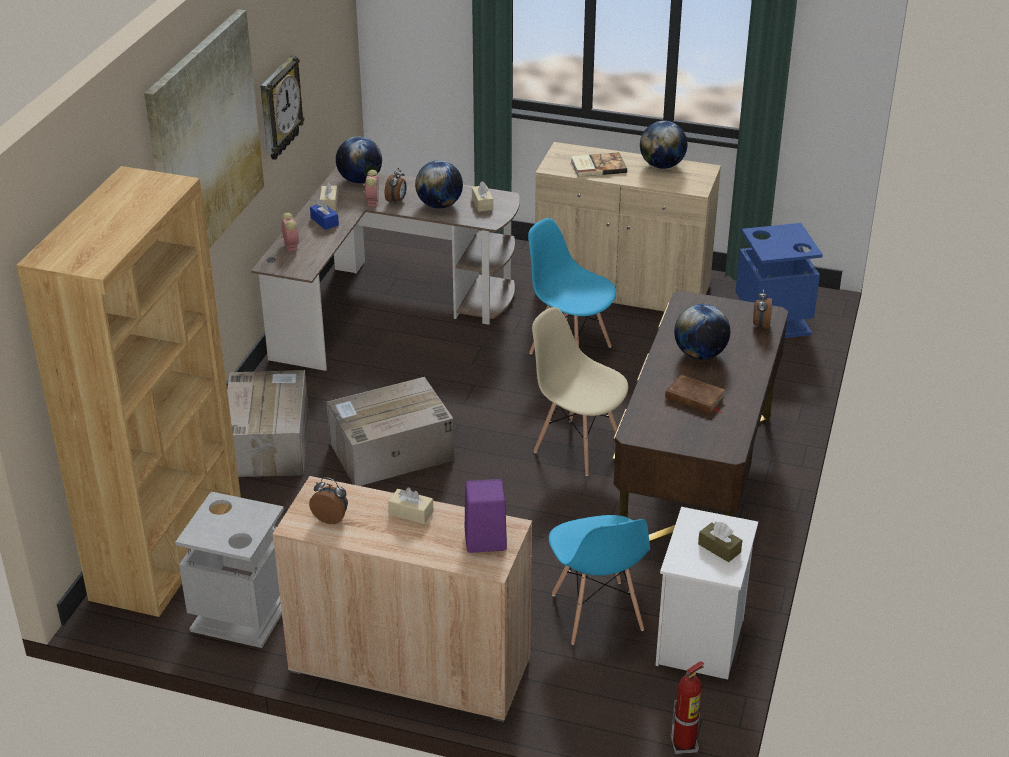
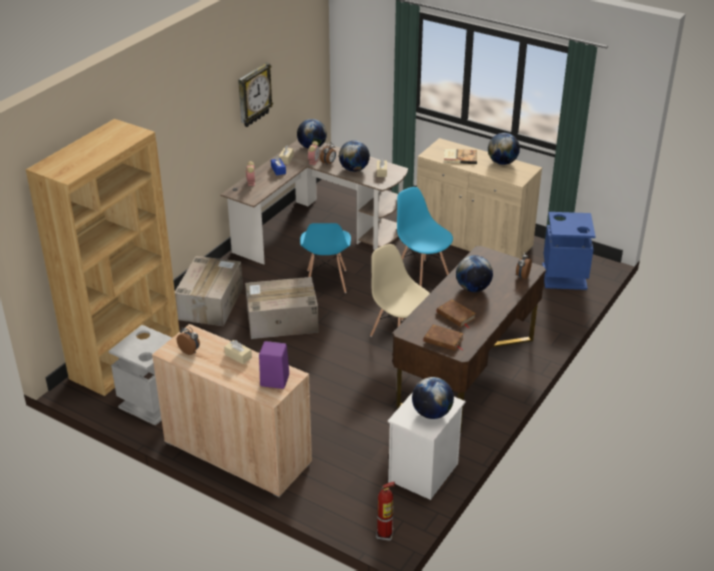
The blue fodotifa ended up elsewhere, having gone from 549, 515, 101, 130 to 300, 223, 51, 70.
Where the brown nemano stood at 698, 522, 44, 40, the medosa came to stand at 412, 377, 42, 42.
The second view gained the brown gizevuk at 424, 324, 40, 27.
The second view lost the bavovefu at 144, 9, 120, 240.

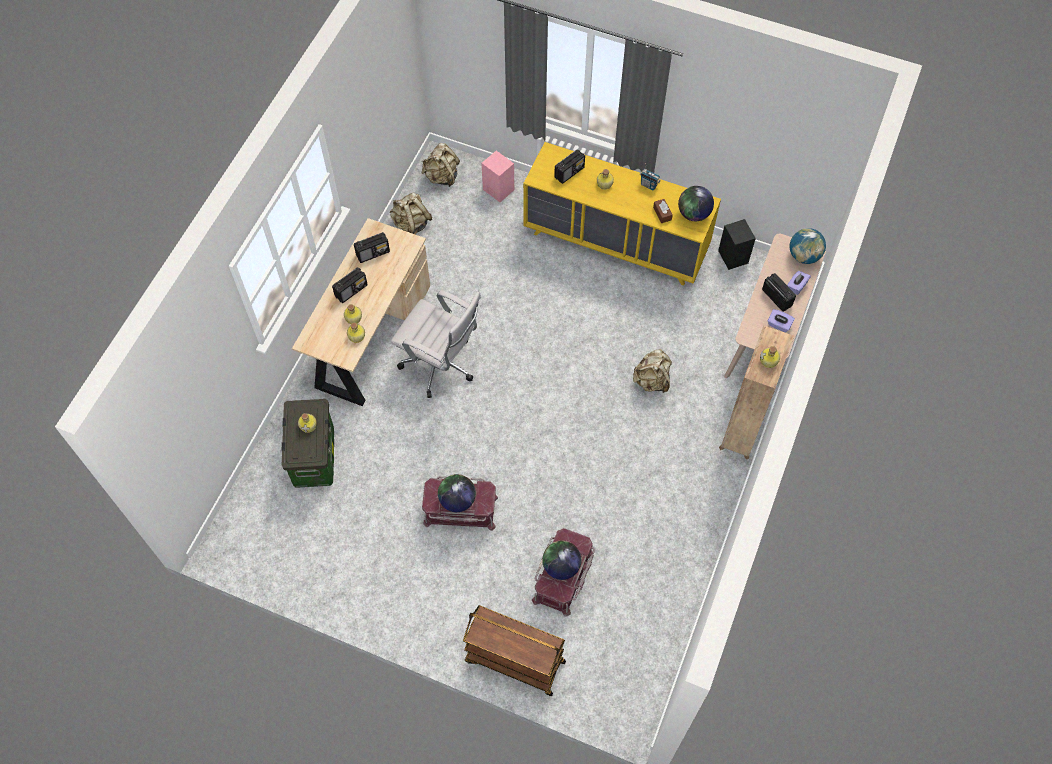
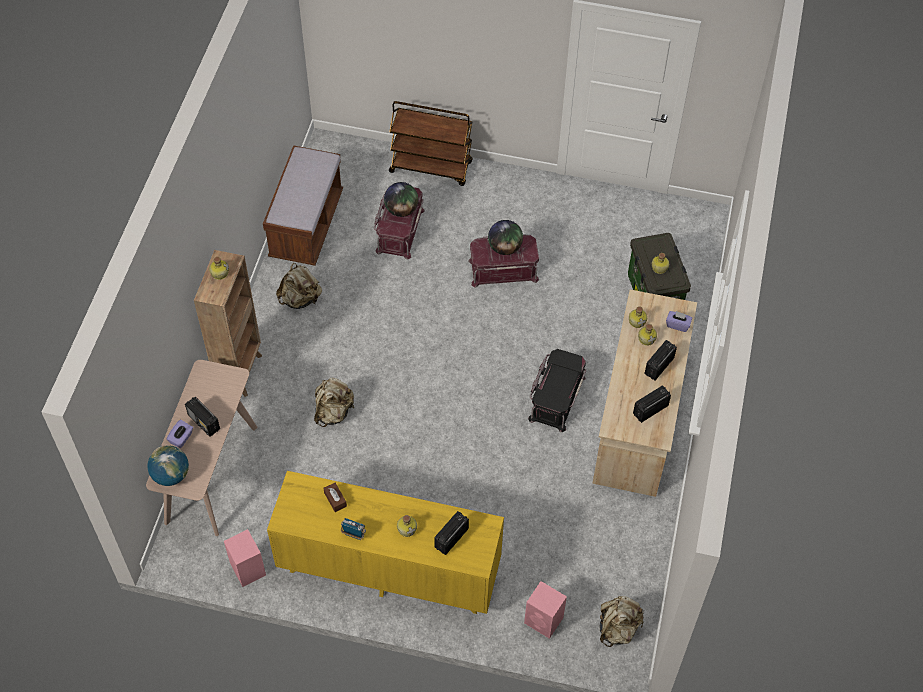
What was the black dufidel at 718, 219, 38, 51 turned into the pink dufidel at 224, 529, 42, 58.
The second view gained the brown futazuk at 263, 145, 80, 121.
The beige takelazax ended up elsewhere, having gone from 390, 192, 42, 43 to 276, 263, 46, 46.
Where the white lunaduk stood at 391, 290, 90, 108, the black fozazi came to stand at 528, 349, 58, 83.
The purple nemano ended up elsewhere, having gone from 768, 309, 27, 23 to 666, 311, 26, 21.
The second view lost the medosa at 678, 186, 36, 35.

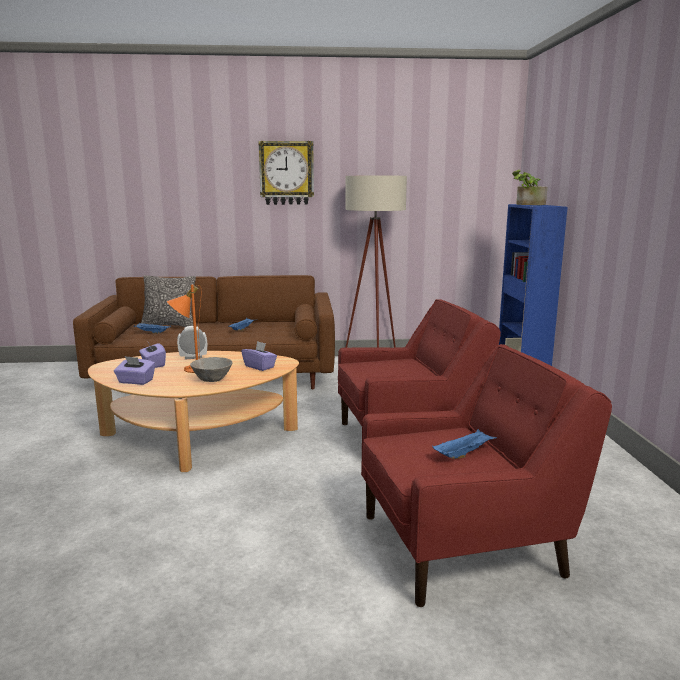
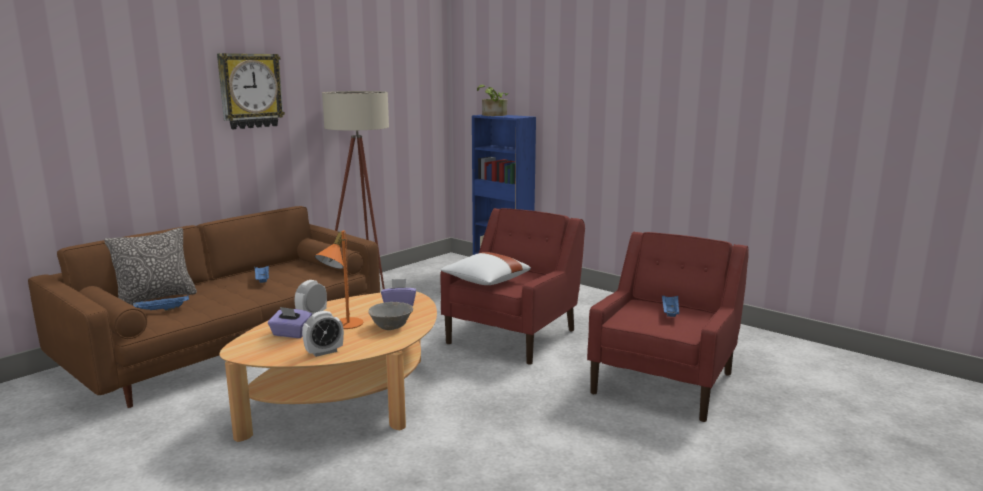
Where the purple nemano stood at 114, 356, 41, 29, the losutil came to stand at 302, 311, 42, 46.
The second view gained the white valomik at 440, 252, 91, 33.

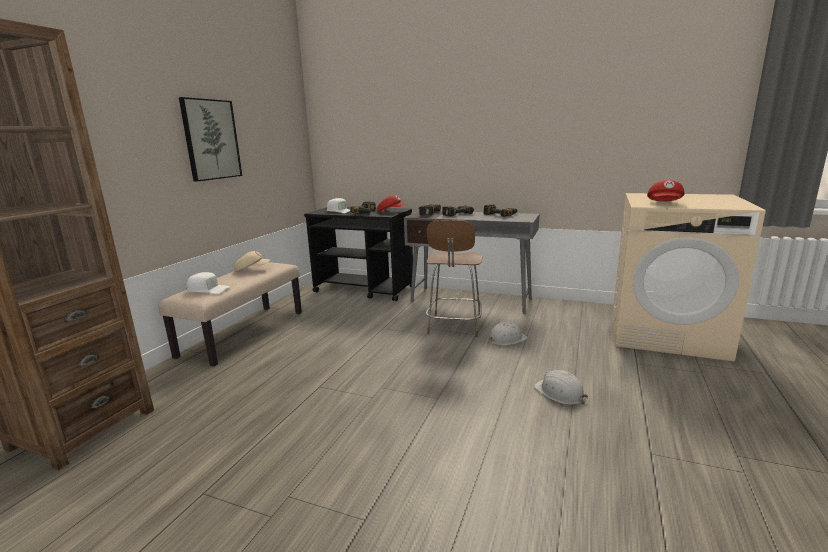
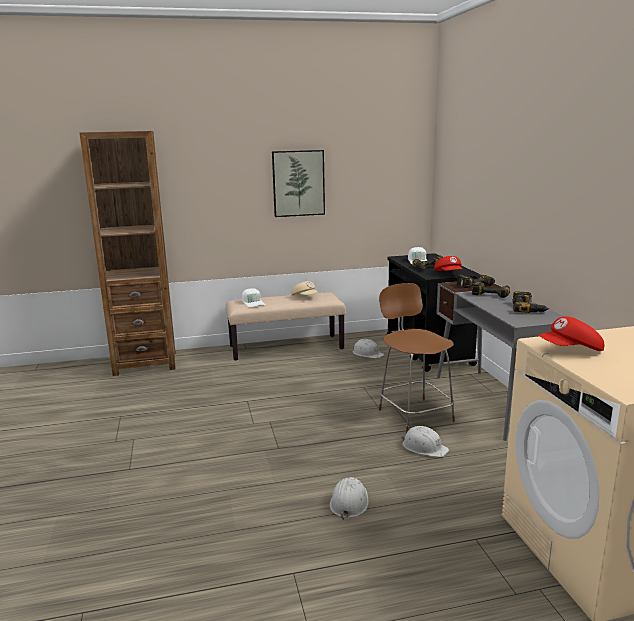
The second view gained the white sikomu at 352, 339, 32, 19.
The brown fodotifa at 426, 220, 56, 117 ended up facing another way, 90 degrees clockwise from before.

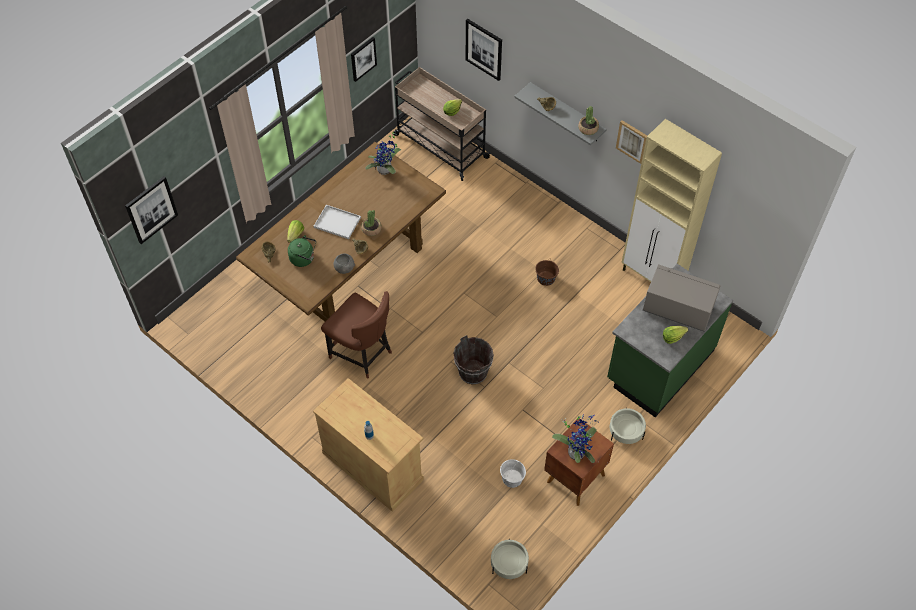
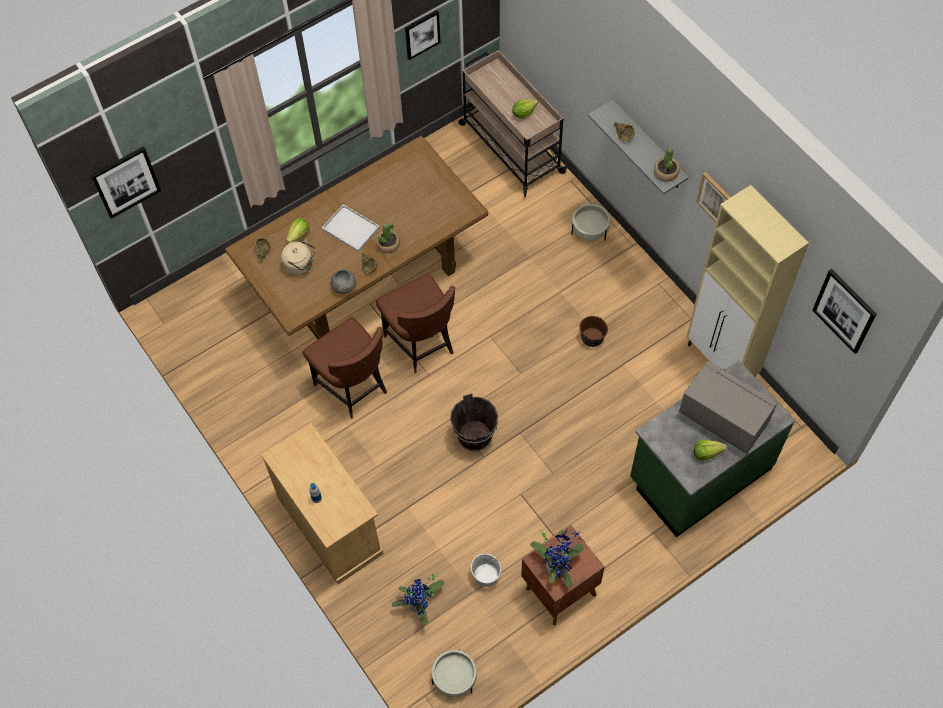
What was the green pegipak at 288, 235, 28, 32 turned into the beige pegipak at 281, 239, 35, 37.
The second view gained the brown fodotifa at 376, 274, 79, 99.
The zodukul ended up elsewhere, having gone from 365, 132, 36, 43 to 392, 573, 53, 52.
The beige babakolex ended up elsewhere, having gone from 610, 407, 36, 37 to 571, 203, 39, 38.
The bavovefu ended up elsewhere, having gone from 466, 19, 36, 62 to 812, 269, 65, 85.

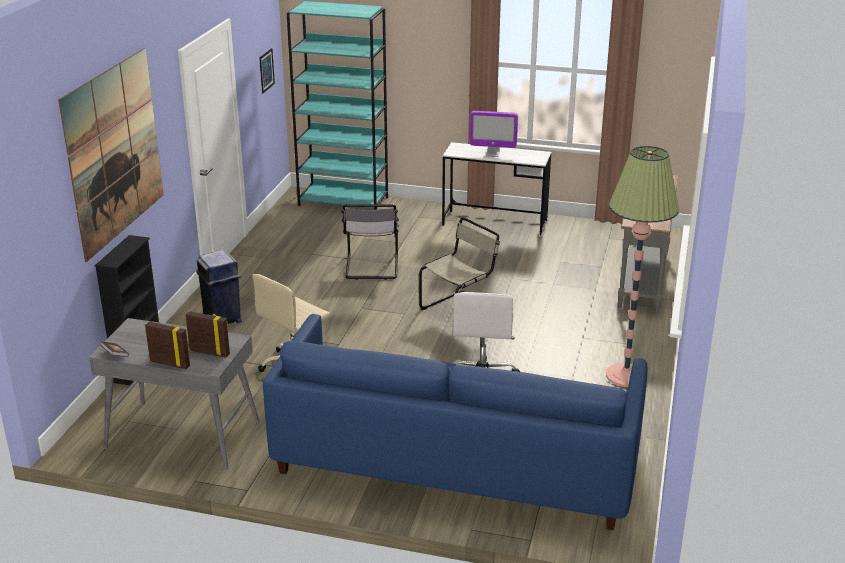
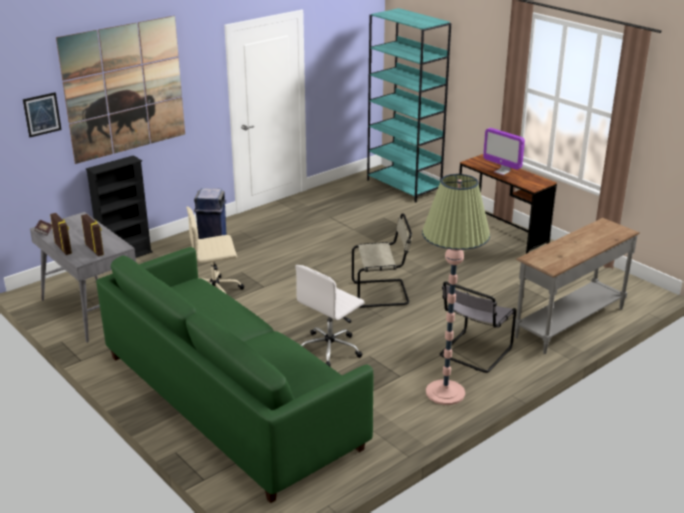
The bavovefu ended up elsewhere, having gone from 259, 48, 16, 46 to 23, 92, 39, 46.
What was the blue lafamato at 263, 314, 385, 216 turned into the green lafamato at 96, 247, 277, 256.
The grey fodotifa ended up elsewhere, having gone from 341, 204, 58, 75 to 440, 282, 76, 91.
What was the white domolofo at 442, 142, 109, 95 turned into the brown domolofo at 459, 154, 98, 100.

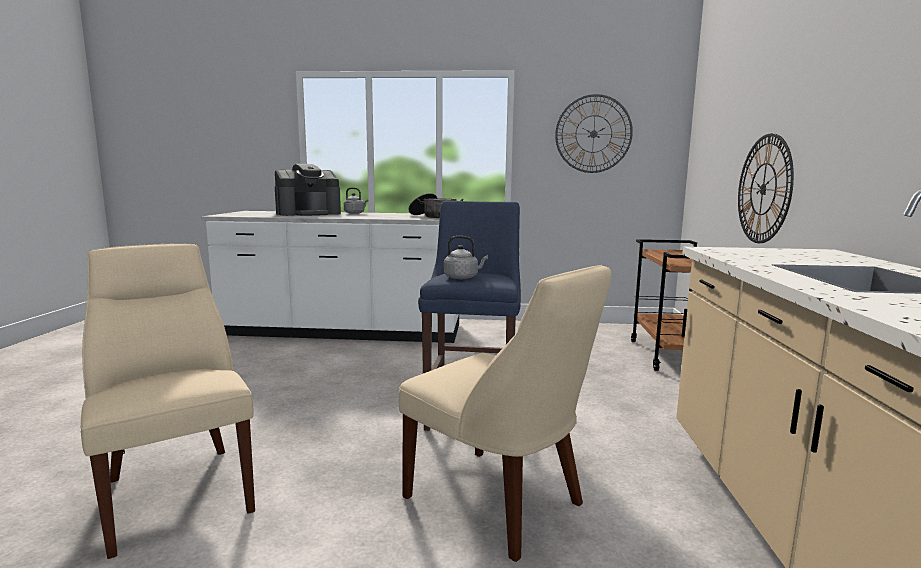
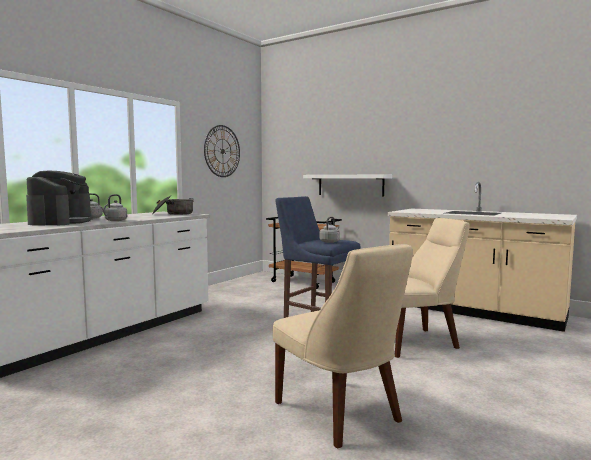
The second view gained the grey pegipak at 101, 194, 26, 27.
The beige fodotifa at 81, 243, 174, 316 ended up facing another way, 120 degrees counterclockwise from before.
Where the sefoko hung at 738, 133, 56, 110, the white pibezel came to hang at 303, 174, 89, 23.

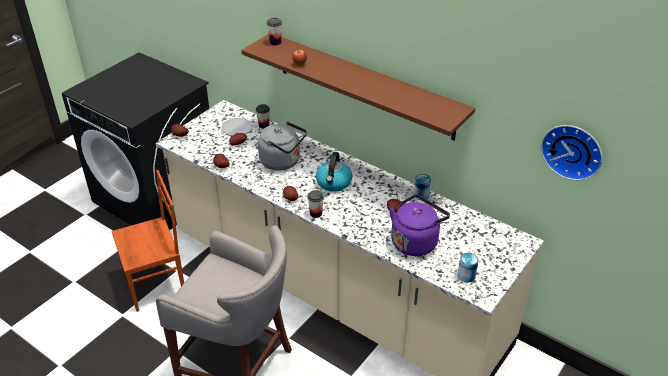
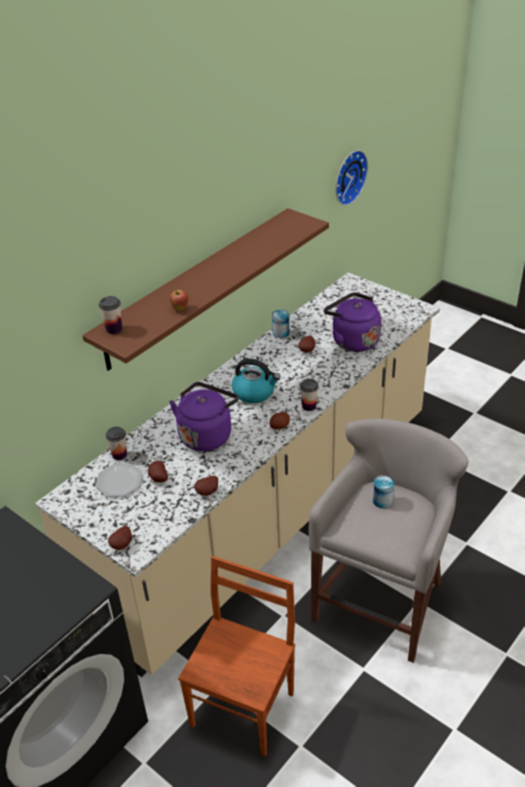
What was the grey pegipak at 258, 121, 49, 50 turned into the purple pegipak at 169, 382, 70, 69.
The brown fodotifa at 112, 170, 72, 142 ended up facing another way, 45 degrees clockwise from before.
The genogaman ended up elsewhere, having gone from 457, 253, 22, 30 to 373, 475, 21, 33.

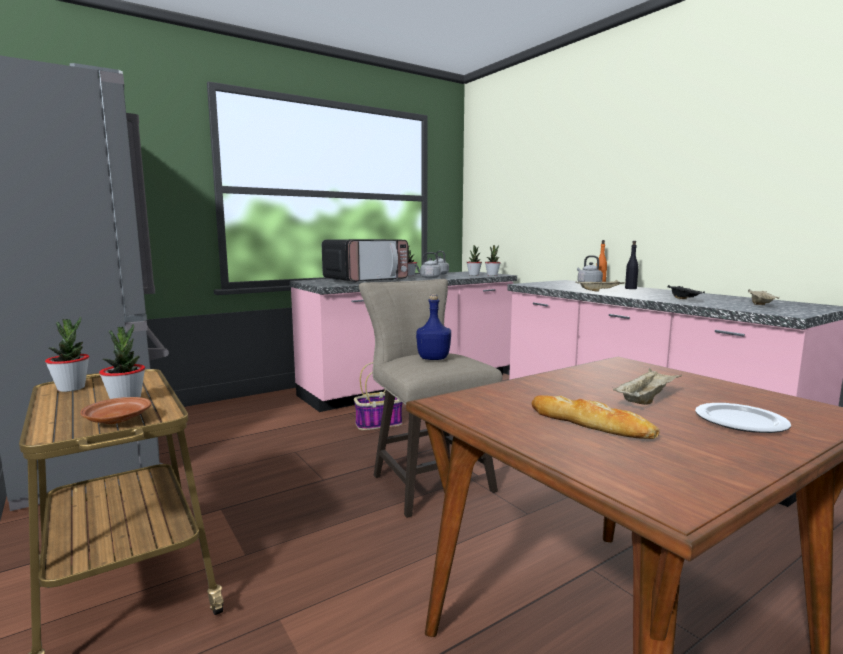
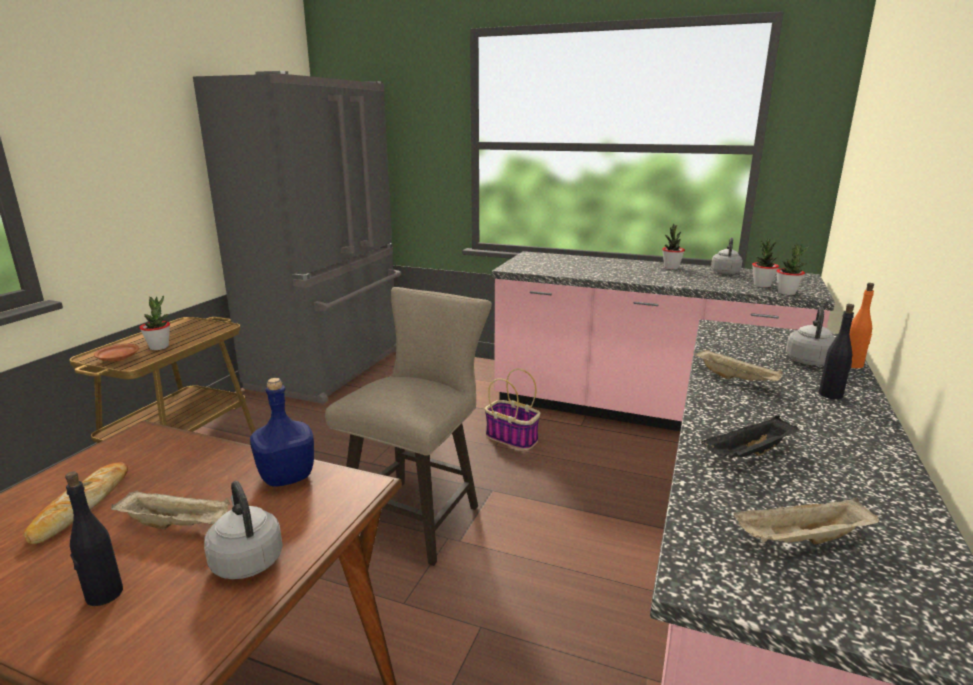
Where the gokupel stood at 695, 403, 96, 30, the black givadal came to stand at 65, 472, 58, 134.
The grey pegipak ended up elsewhere, having gone from 415, 252, 26, 26 to 204, 481, 79, 98.
The blue givadal ended up elsewhere, having gone from 416, 294, 35, 66 to 250, 378, 64, 109.
The second view lost the zodukul at 45, 317, 44, 75.
The second view lost the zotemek at 322, 239, 86, 44.

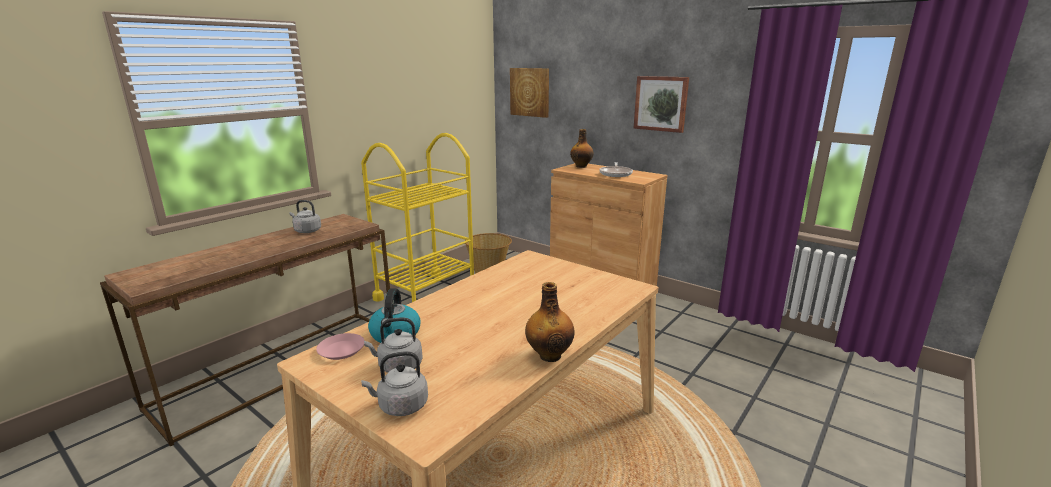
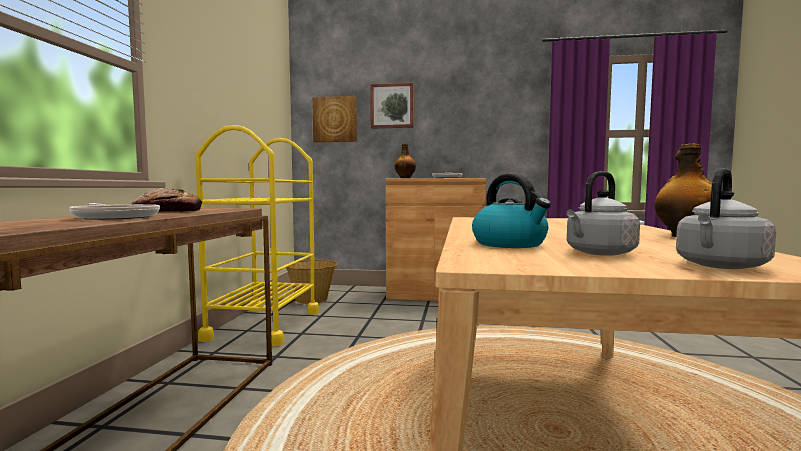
The second view gained the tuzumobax at 69, 203, 91, 17.
Where the grey pegipak stood at 289, 200, 32, 33, the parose came to stand at 131, 188, 71, 24.
The bavovefu ended up elsewhere, having gone from 634, 76, 55, 57 to 370, 83, 44, 46.
The second view lost the pink gokupel at 316, 333, 49, 27.

